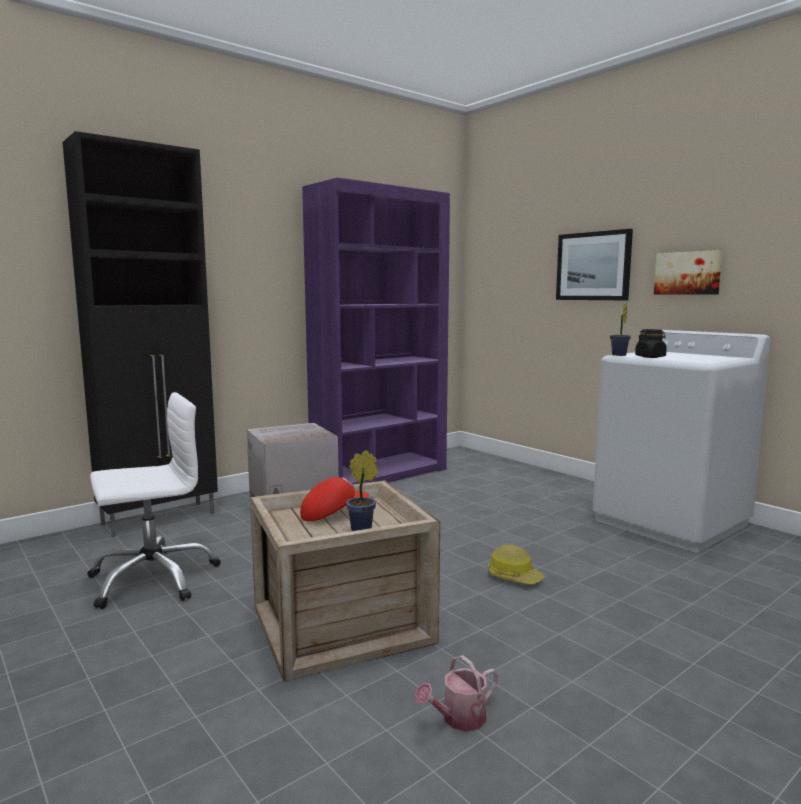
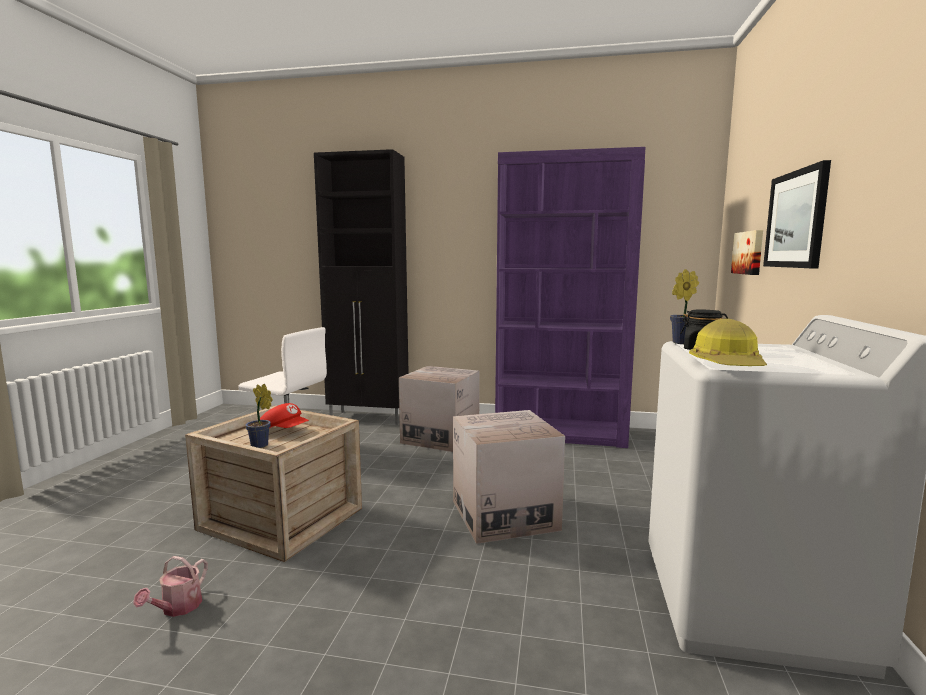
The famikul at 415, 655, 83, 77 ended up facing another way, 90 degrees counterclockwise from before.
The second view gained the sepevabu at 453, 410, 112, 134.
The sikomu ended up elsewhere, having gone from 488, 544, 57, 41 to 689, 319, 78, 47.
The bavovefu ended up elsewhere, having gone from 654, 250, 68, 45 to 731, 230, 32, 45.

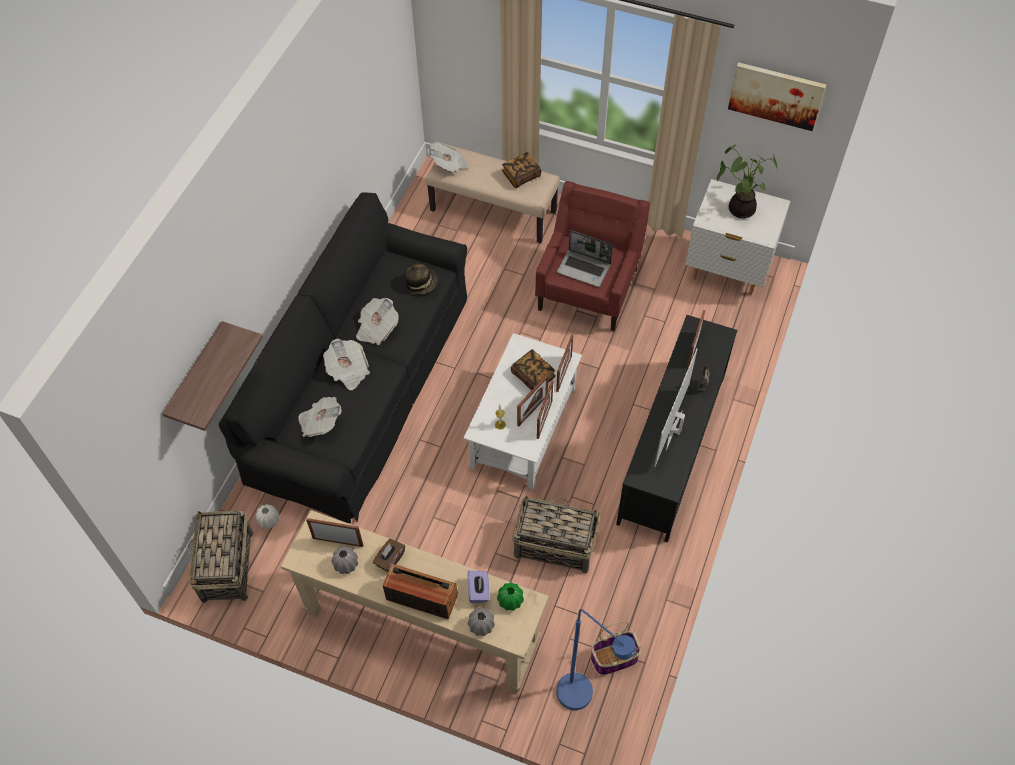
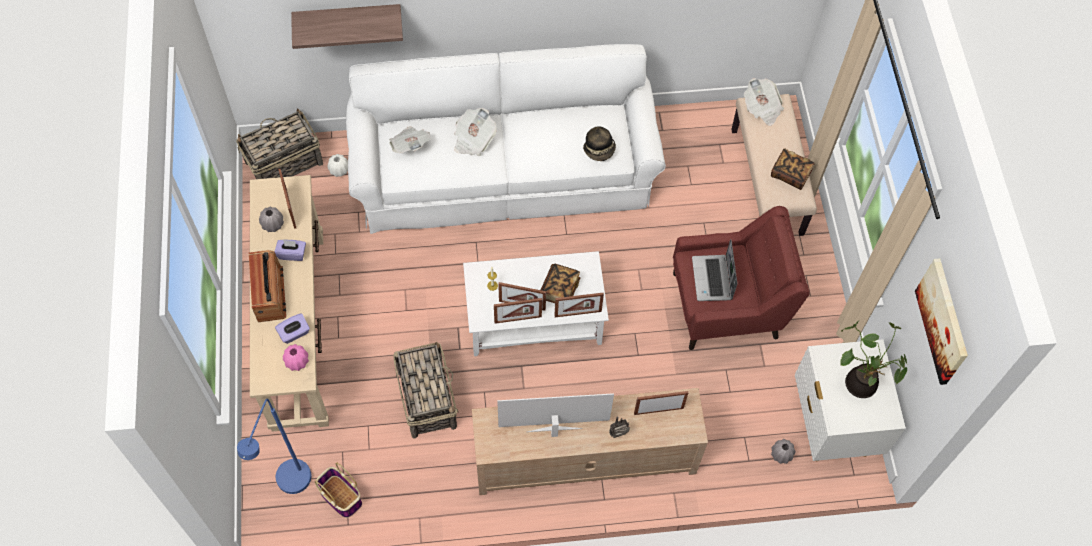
What was the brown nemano at 373, 539, 32, 33 turned into the purple nemano at 274, 240, 32, 21.
What was the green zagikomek at 497, 582, 27, 29 turned into the pink zagikomek at 283, 344, 26, 27.
What was the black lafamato at 218, 192, 249, 331 turned into the white lafamato at 346, 44, 320, 190.
What was the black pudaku at 616, 315, 121, 227 turned into the beige pudaku at 472, 388, 236, 107.
The grey zagikomek ended up elsewhere, having gone from 468, 607, 27, 29 to 771, 439, 24, 25.
The second view lost the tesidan at 356, 298, 43, 47.

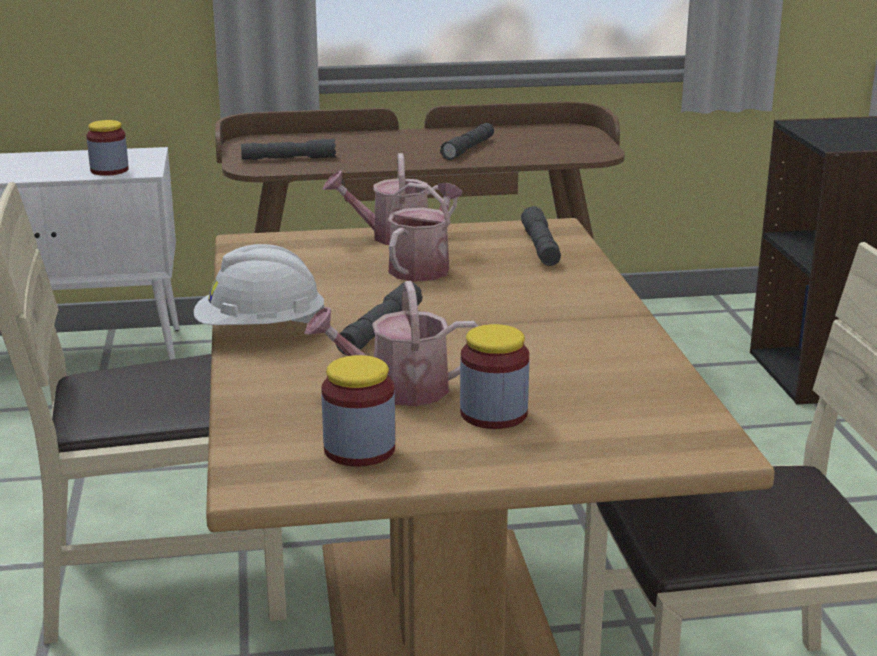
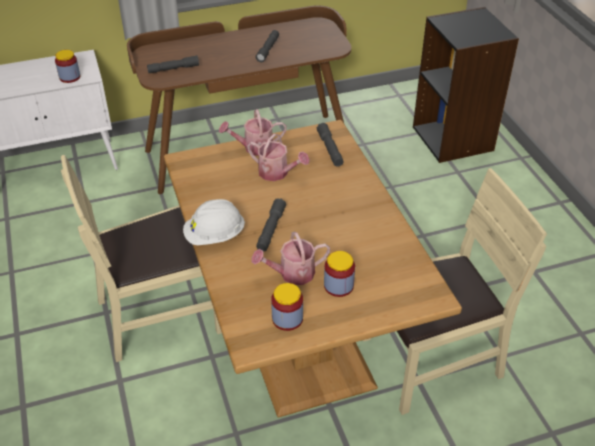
The famikul at 387, 183, 76, 99 ended up facing another way, 105 degrees clockwise from before.

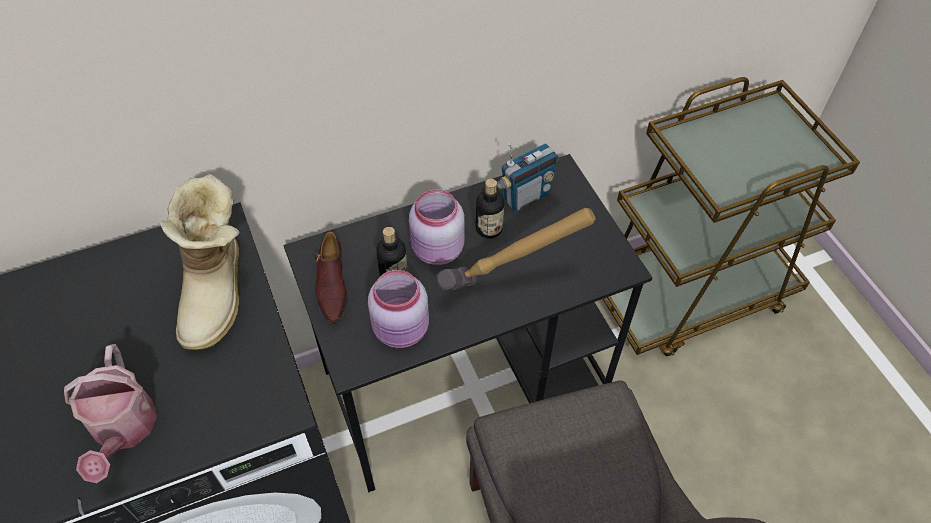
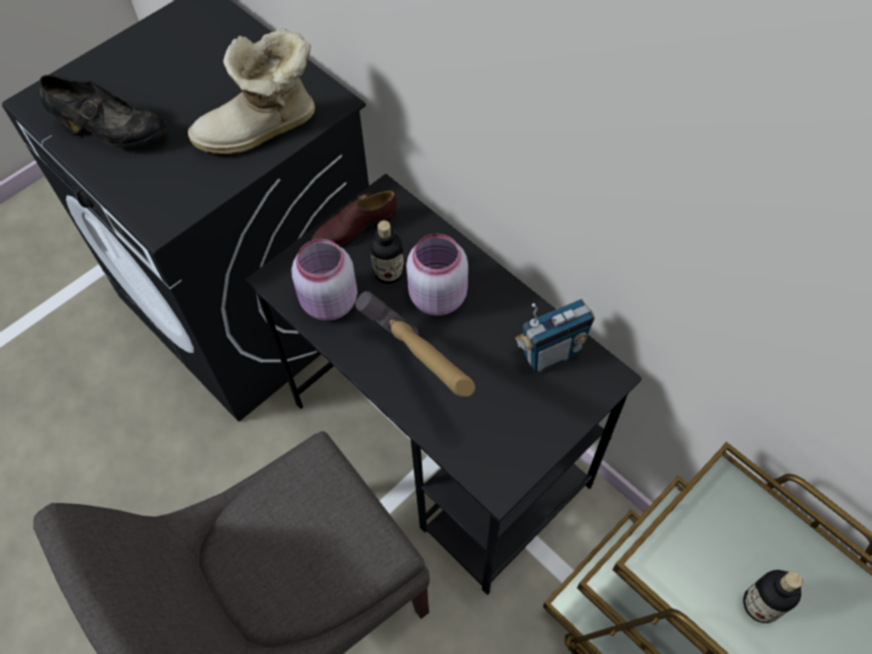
Where the famikul stood at 64, 344, 93, 139, the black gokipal came to stand at 39, 75, 127, 73.
The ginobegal at 497, 142, 61, 69 ended up facing another way, 60 degrees counterclockwise from before.
The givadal ended up elsewhere, having gone from 476, 179, 28, 60 to 743, 570, 60, 53.

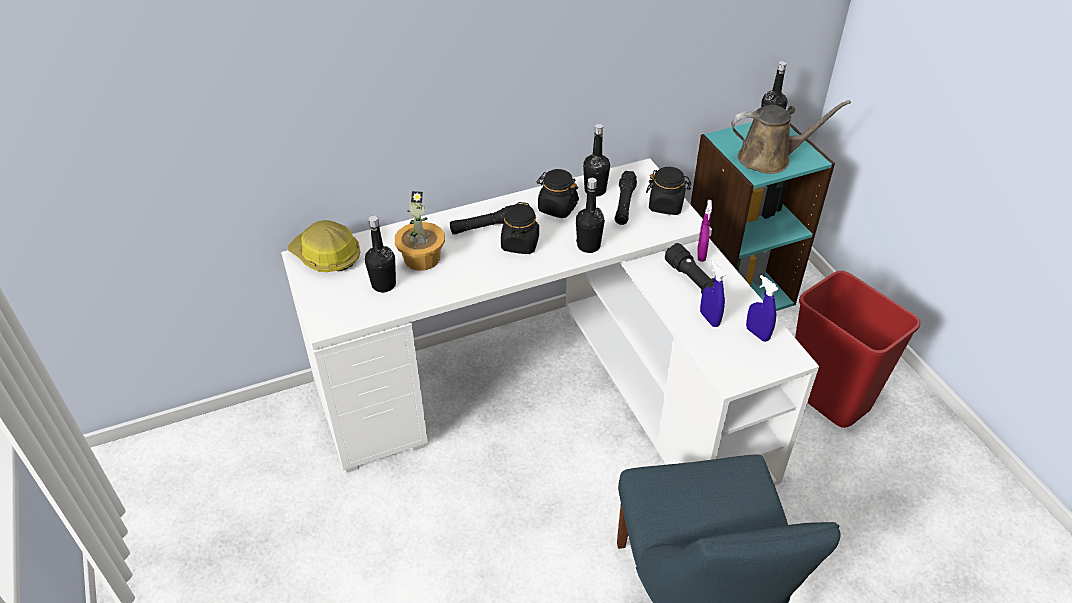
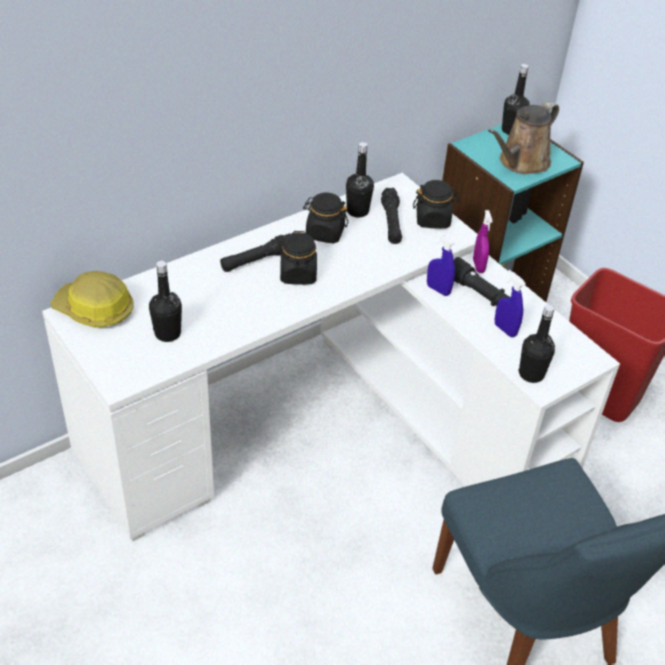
The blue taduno ended up elsewhere, having gone from 746, 275, 33, 67 to 427, 232, 29, 64.
The brown famikul at 731, 100, 120, 74 ended up facing another way, 150 degrees clockwise from before.
The black givadal ended up elsewhere, having gone from 576, 178, 29, 75 to 518, 304, 37, 79.
The second view lost the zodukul at 395, 191, 50, 80.

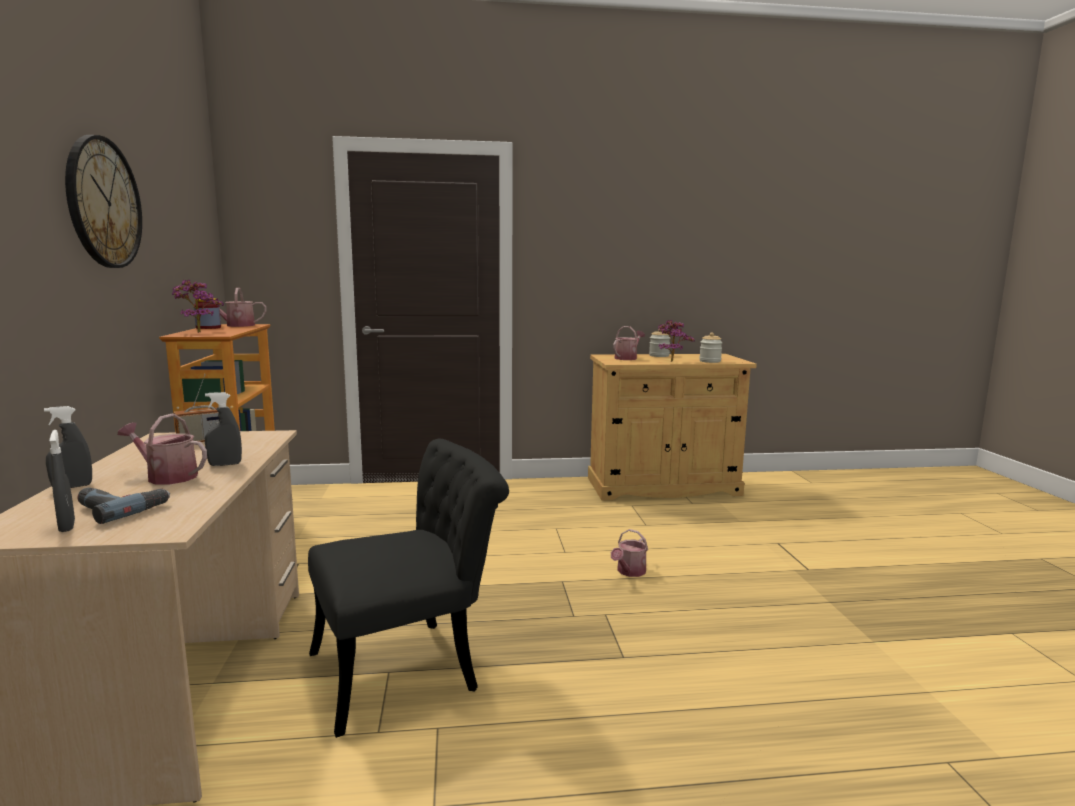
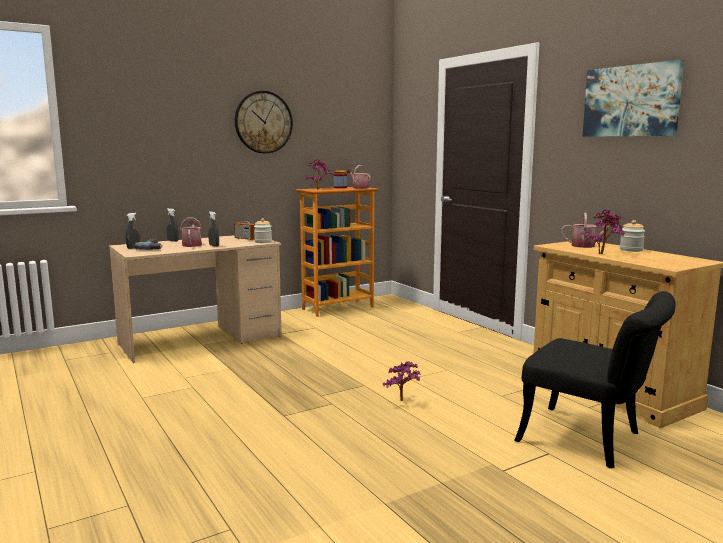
The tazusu ended up elsewhere, having gone from 699, 332, 24, 31 to 254, 218, 18, 25.
Where the famikul stood at 611, 529, 37, 48, the zodukul came to stand at 383, 361, 38, 40.
The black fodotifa ended up elsewhere, having gone from 308, 439, 201, 299 to 514, 291, 162, 177.
The second view gained the bavovefu at 582, 59, 102, 78.

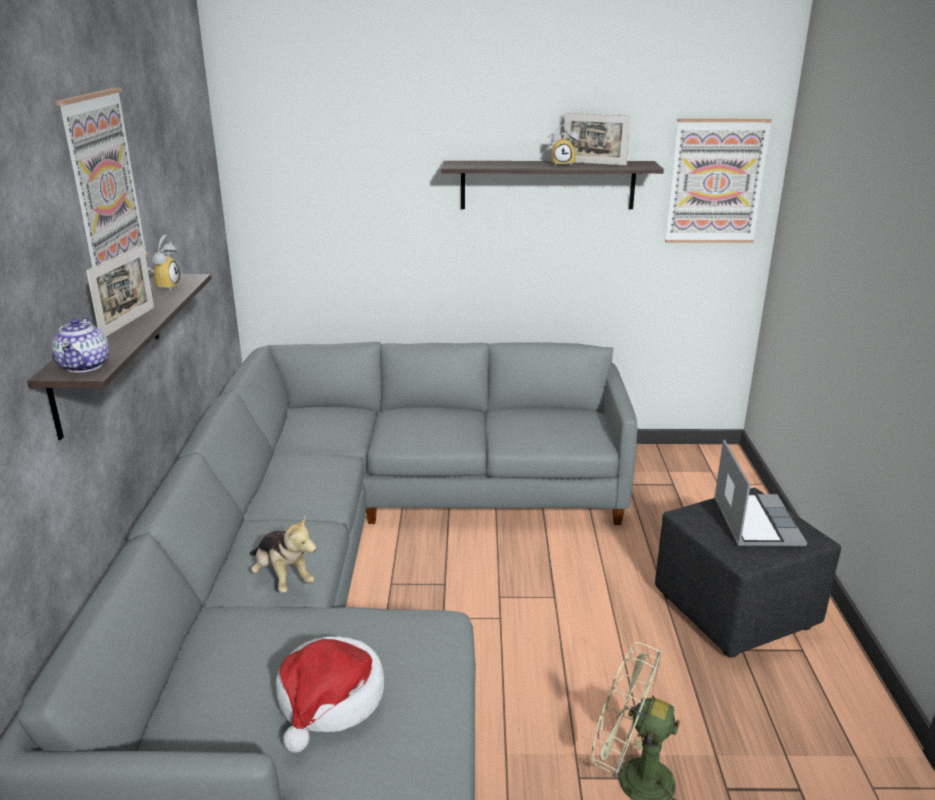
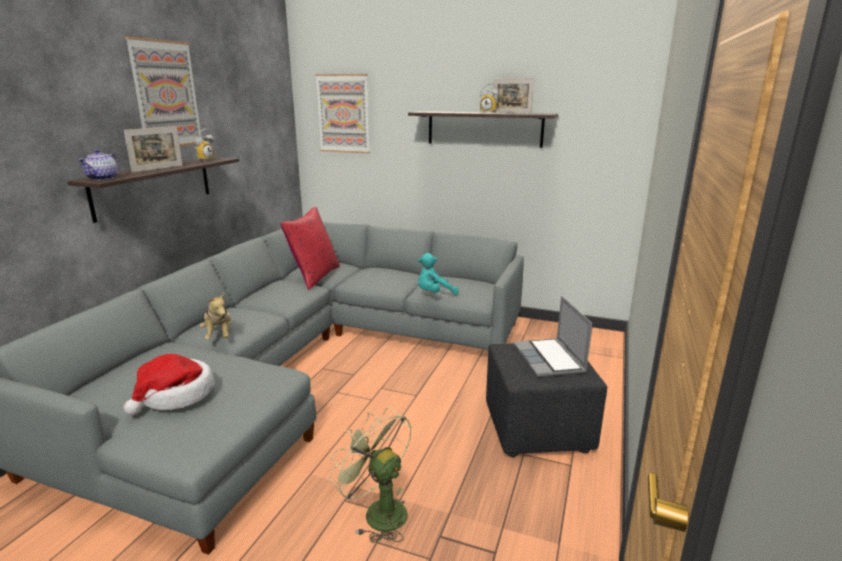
The second view gained the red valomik at 281, 207, 59, 83.
The bavovefu ended up elsewhere, having gone from 665, 119, 107, 124 to 315, 74, 55, 79.
The second view gained the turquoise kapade at 418, 253, 41, 42.
The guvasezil at 714, 440, 93, 106 ended up facing another way, 150 degrees clockwise from before.

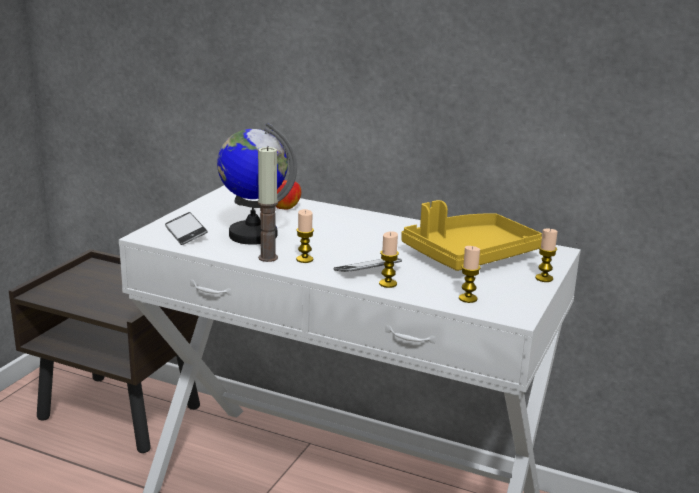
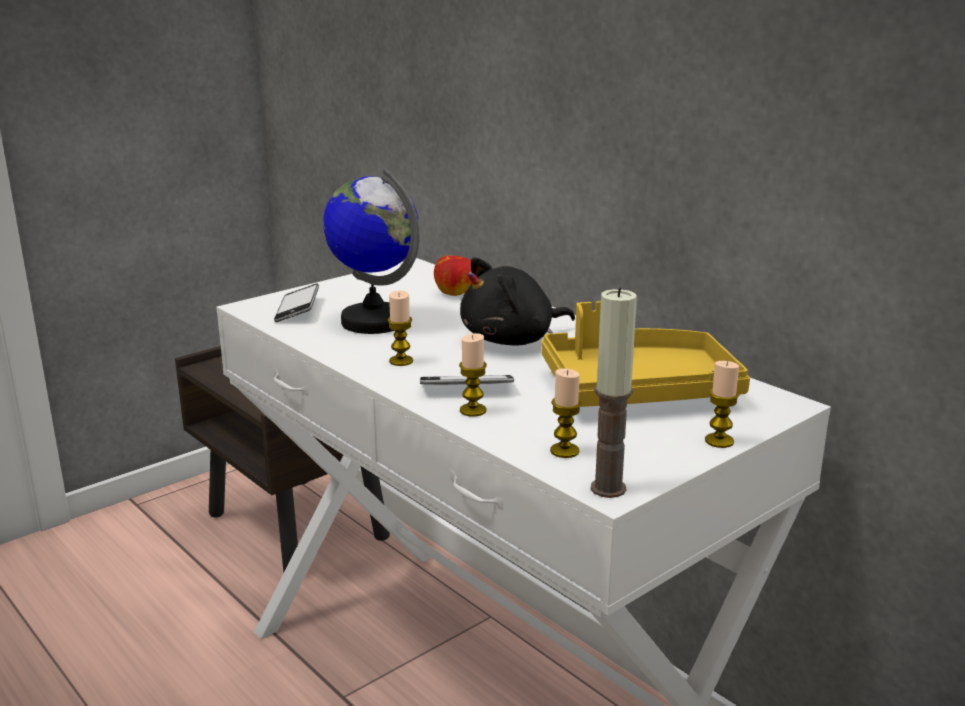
The second view gained the black kapade at 460, 257, 115, 88.
The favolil ended up elsewhere, having gone from 257, 146, 21, 116 to 591, 288, 46, 210.

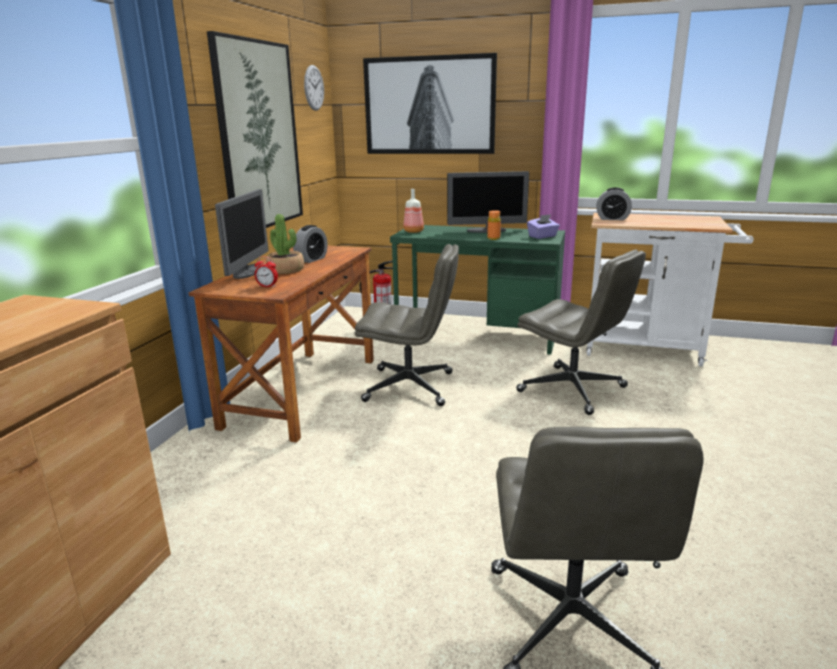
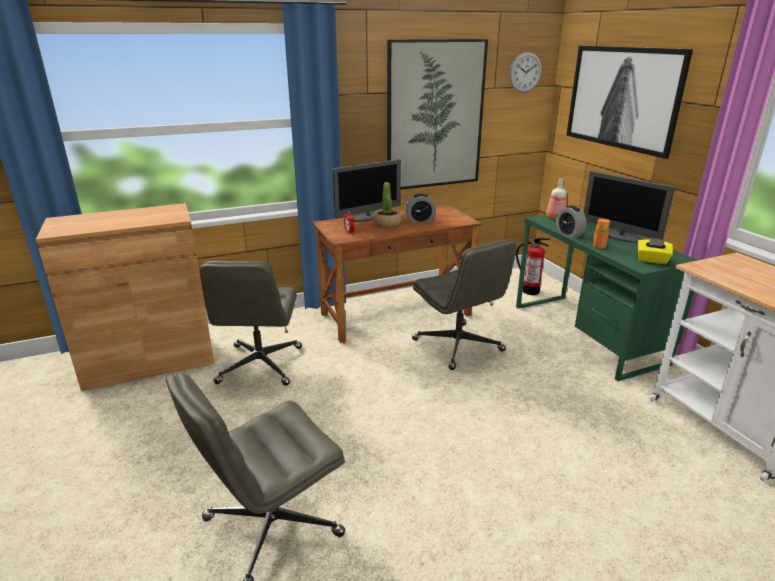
The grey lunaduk ended up elsewhere, having gone from 516, 249, 130, 166 to 200, 260, 102, 125.
The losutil ended up elsewhere, having gone from 596, 187, 36, 33 to 556, 205, 31, 33.
What was the purple nemano at 527, 214, 33, 25 turned into the yellow nemano at 638, 238, 35, 26.

